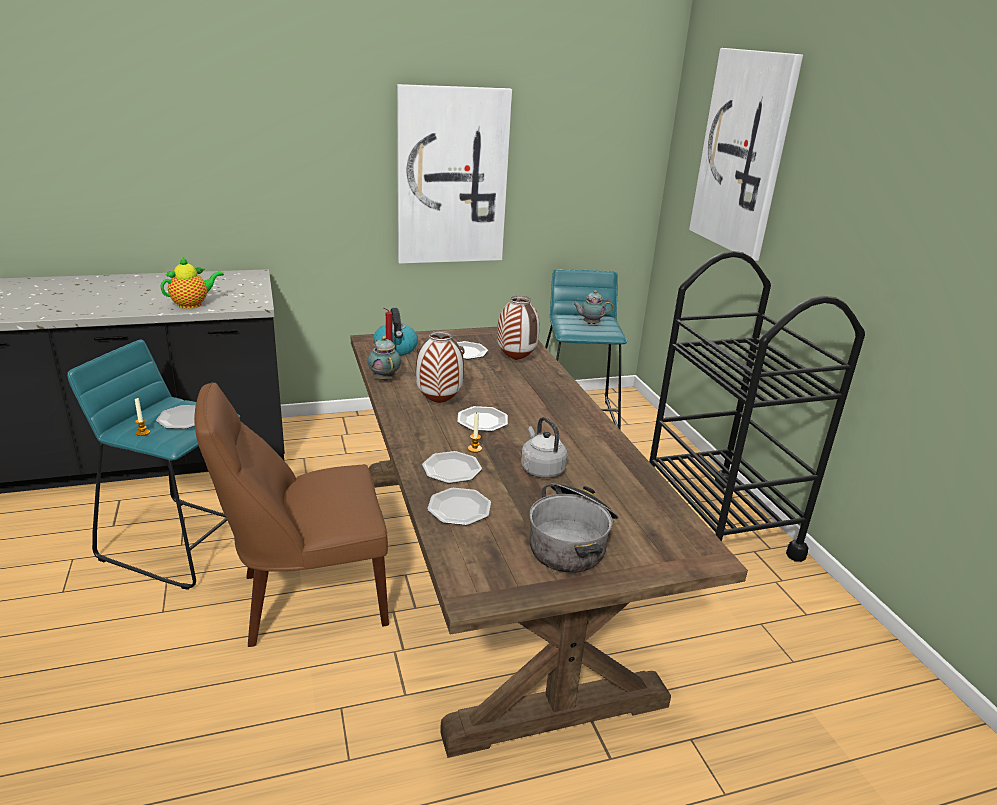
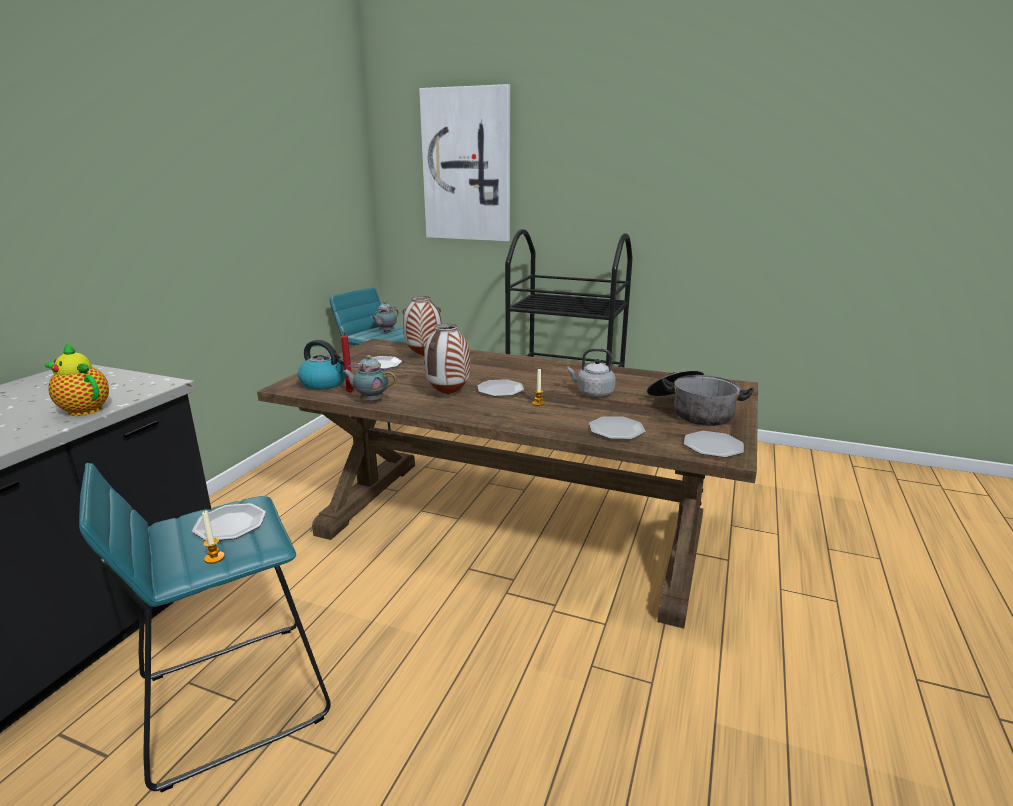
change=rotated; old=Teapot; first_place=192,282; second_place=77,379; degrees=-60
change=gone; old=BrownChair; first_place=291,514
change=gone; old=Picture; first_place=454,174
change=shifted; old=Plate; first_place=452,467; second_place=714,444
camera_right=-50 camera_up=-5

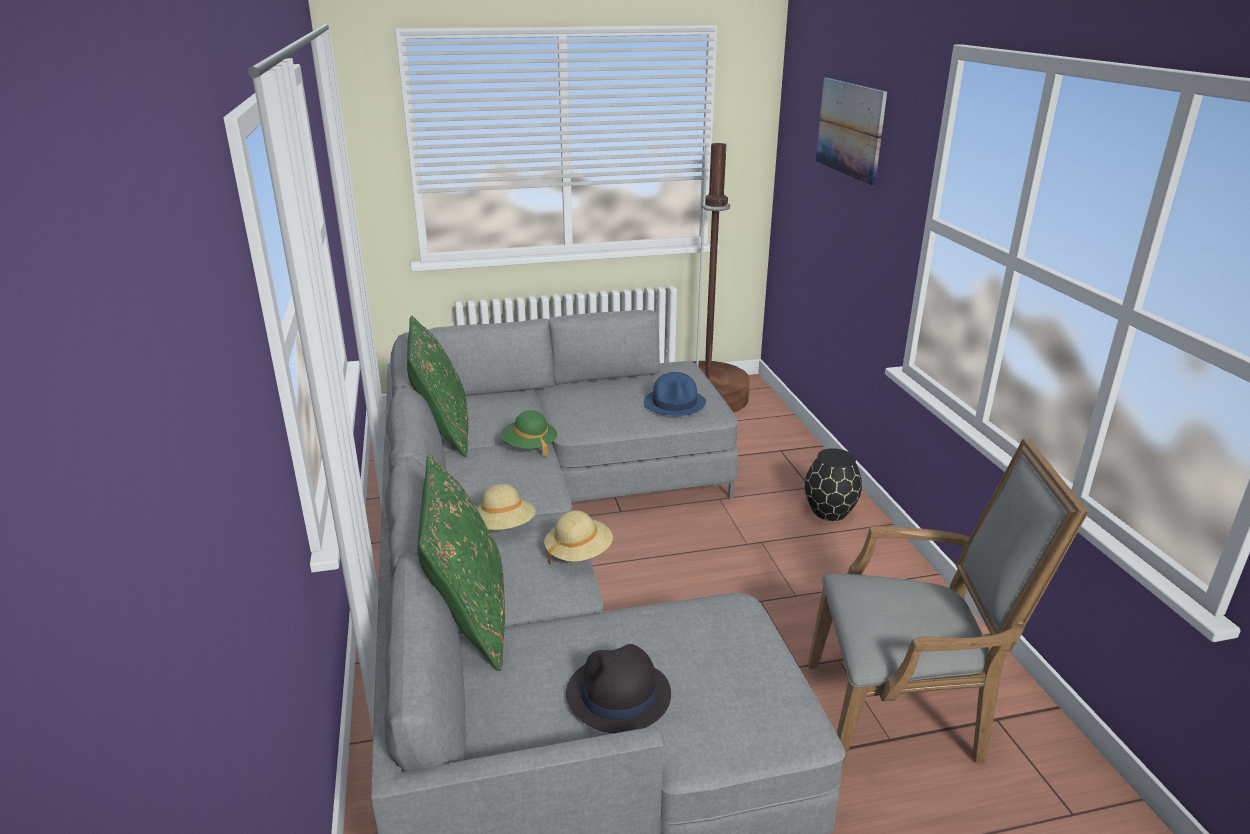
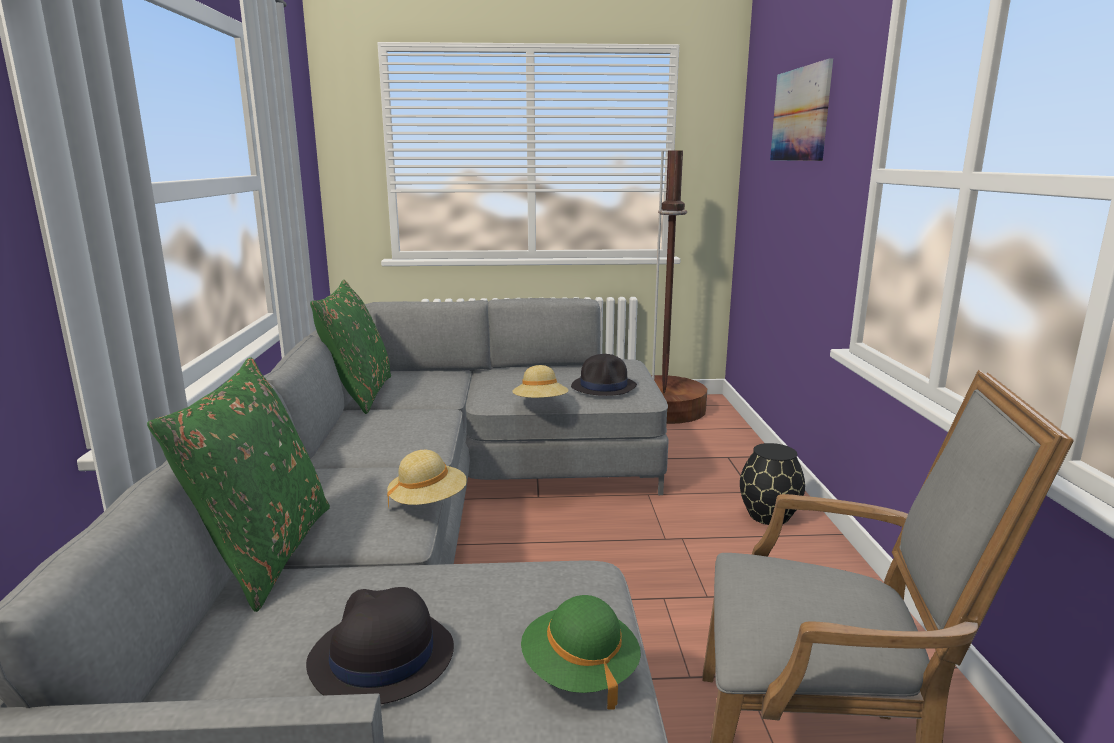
change=shifted; old=BeigeHat; first_place=505,507; second_place=540,381
change=shifted; old=GreenHat; first_place=529,433; second_place=581,652
change=repainted; old=BlueHat; new=BlackHat; first_place=675,394; second_place=604,375
camera_right=10 camera_up=-10

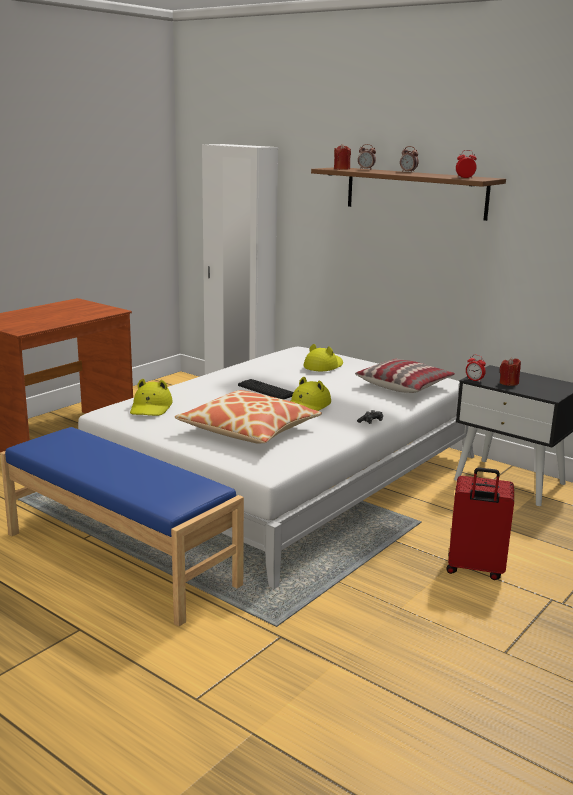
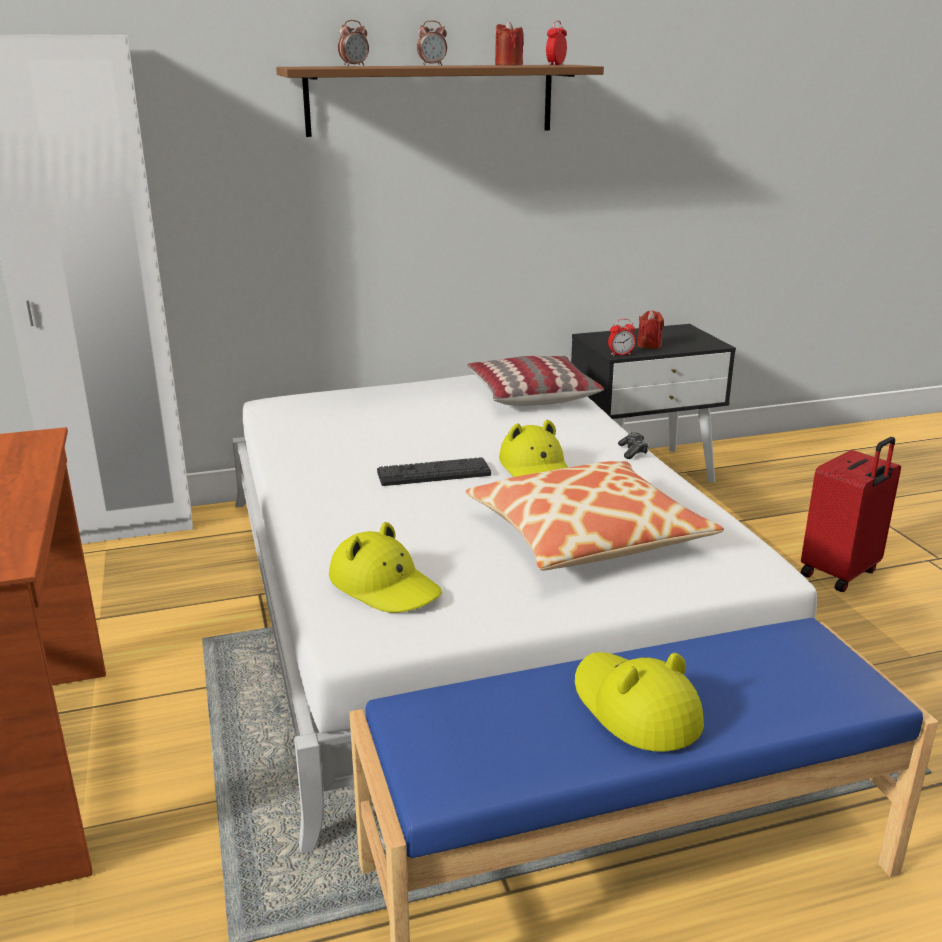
change=shifted; old=YellowHat; first_place=323,357; second_place=639,702
change=shifted; old=RedCandle; first_place=342,157; second_place=509,43
camera_right=-55 camera_up=5

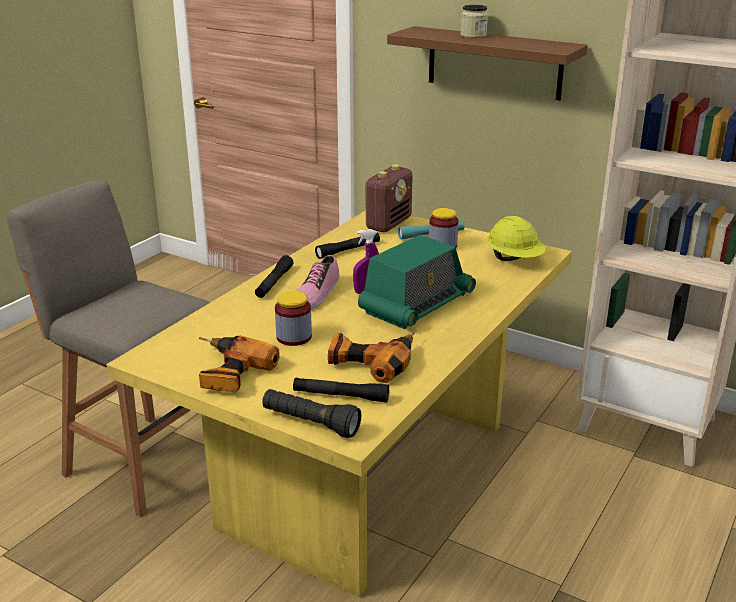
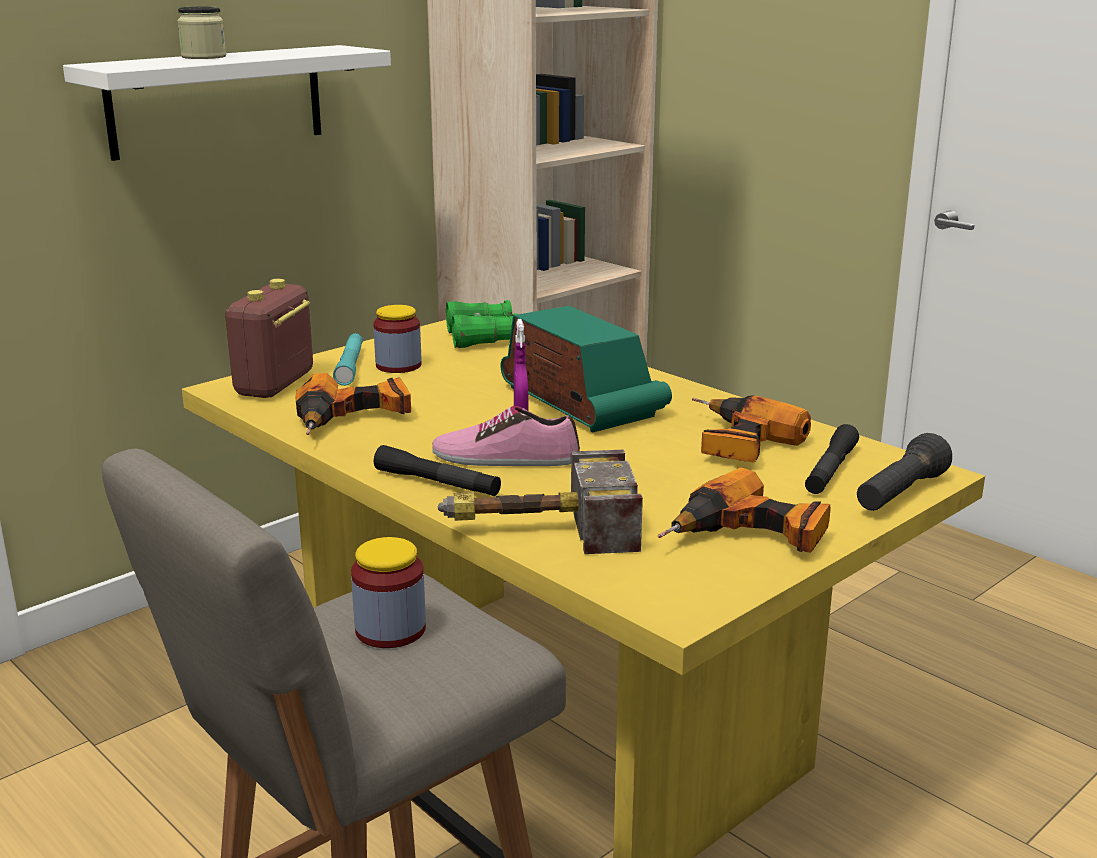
change=shifted; old=Jar; first_place=293,318; second_place=388,592
change=rotated; old=Shoe; first_place=318,282; second_place=506,436; degrees=150
change=swapped; old=BlackFlashlight; new=PowerDrill; first_place=347,246; second_place=353,404
change=rotated; old=Radio; first_place=389,198; second_place=269,338; degrees=-120
change=repainted; old=BrownShelf; new=WhiteShelf; first_place=487,63; second_place=227,103
change=swapped; old=YellowHardHat; new=GreenBinoculars; first_place=516,238; second_place=481,324
change=new; new=Hammer; second_place=540,502
camera_right=-75 camera_up=-5

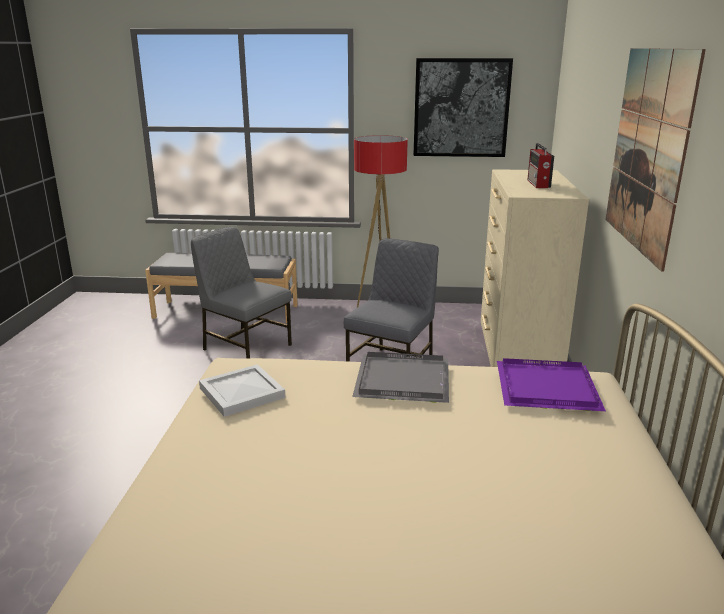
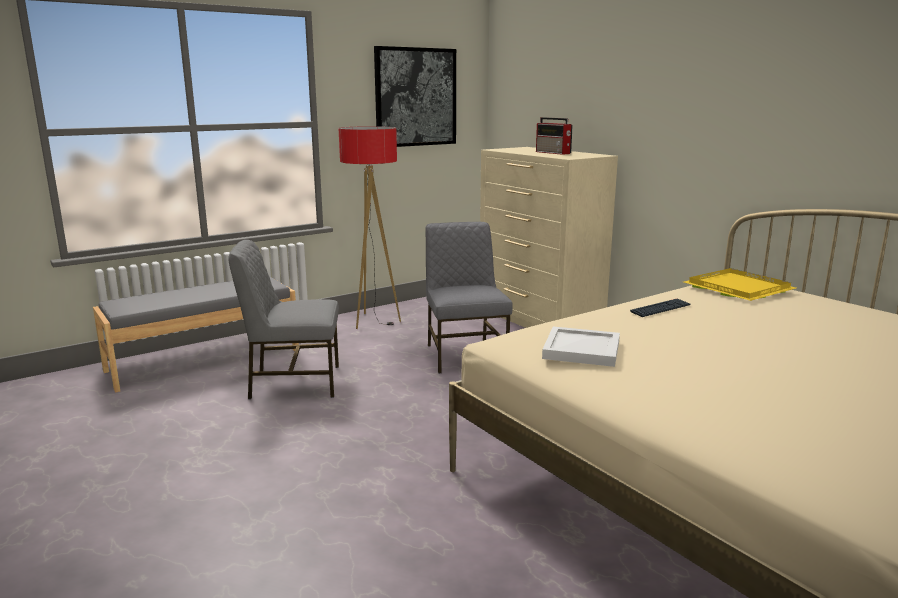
change=swapped; old=GreyTray; new=Keyboard; first_place=400,377; second_place=660,307
change=repainted; old=PurpleTray; new=YellowTray; first_place=551,384; second_place=740,284
change=gone; old=Picture; first_place=655,160
camera_right=-40 camera_up=-5

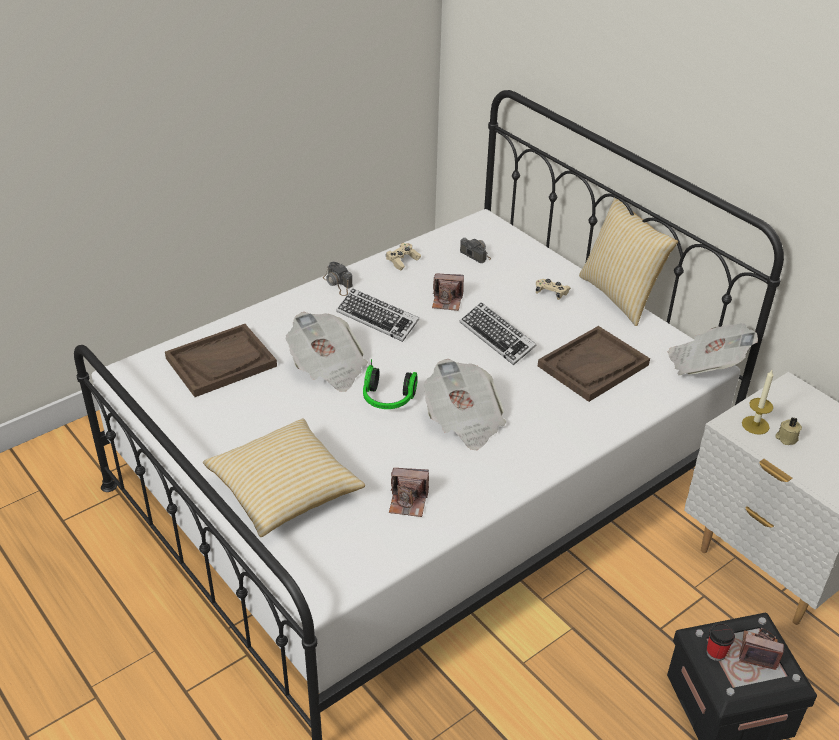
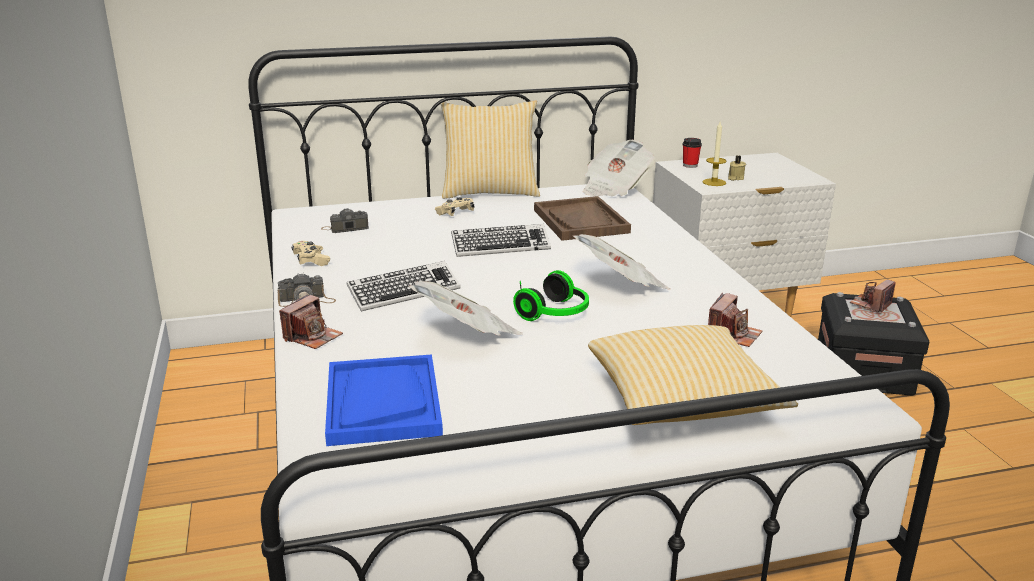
change=repainted; old=BrownTray; new=BlueTray; first_place=221,360; second_place=384,400
change=shifted; old=PhotoCamera; first_place=448,292; second_place=311,321
change=shifted; old=Cup; first_place=721,641; second_place=692,153
camera_right=-65 camera_up=-15

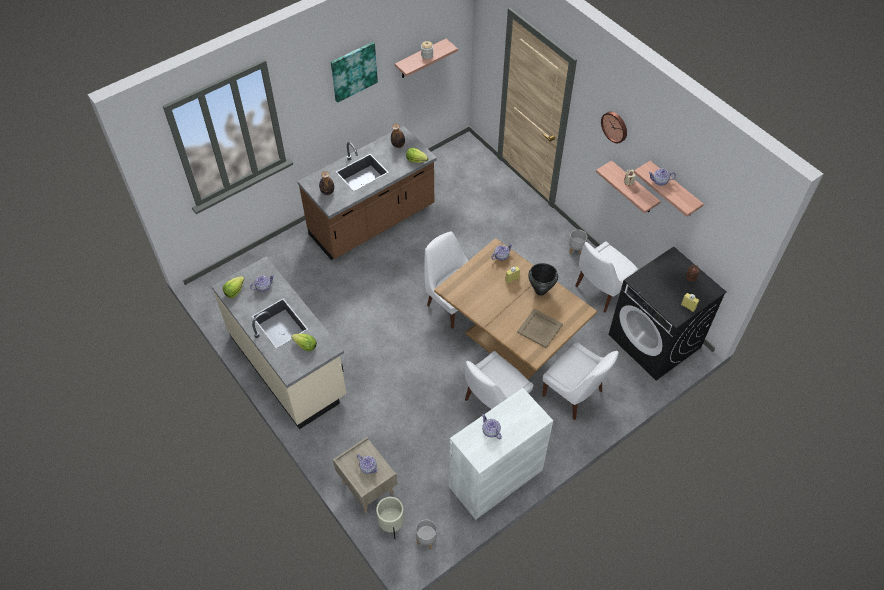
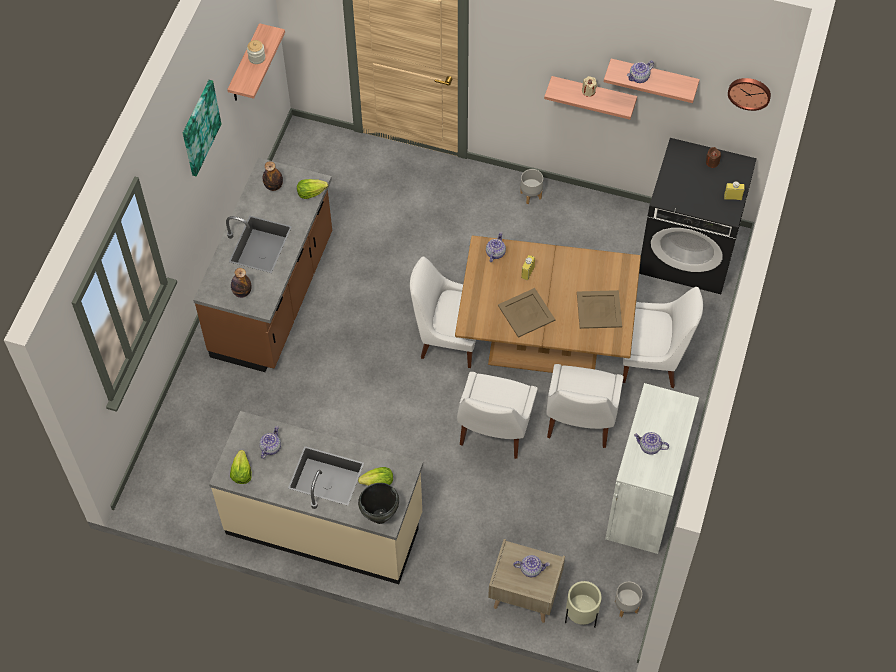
change=shifted; old=BlackCookingPot; first_place=543,279; second_place=378,503
change=shifted; old=WhiteChair; first_place=607,277; second_place=497,415
change=shifted; old=WallClock; first_place=614,127; second_place=749,94
change=new; new=BeigeTray; second_place=526,313
camera_right=-35 camera_up=5

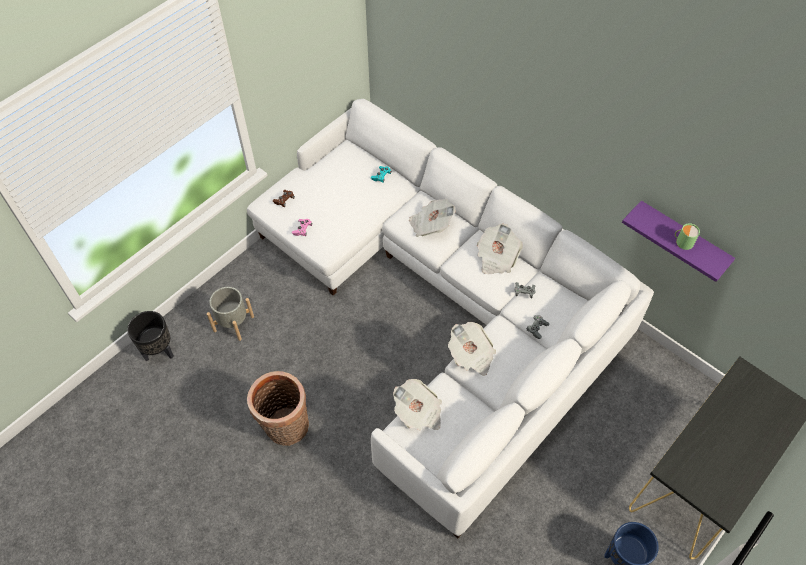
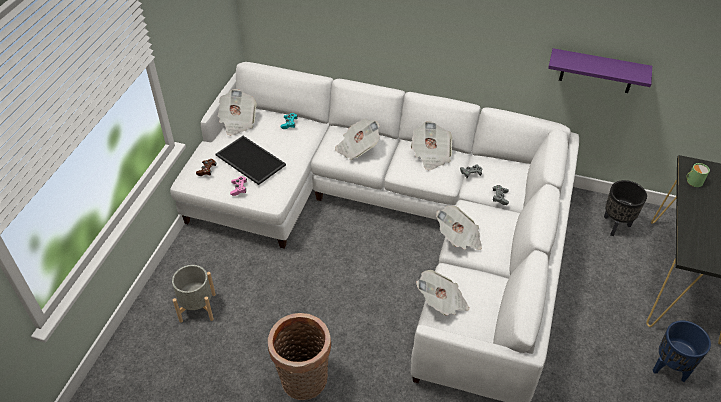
change=shifted; old=BlackPlanter; first_place=150,336; second_place=625,208
change=shifted; old=GreenMug; first_place=687,236; second_place=698,175
change=new; new=Tray; second_place=251,160
change=new; new=Newspaper; second_place=237,112
camera_right=-25 camera_up=-10

